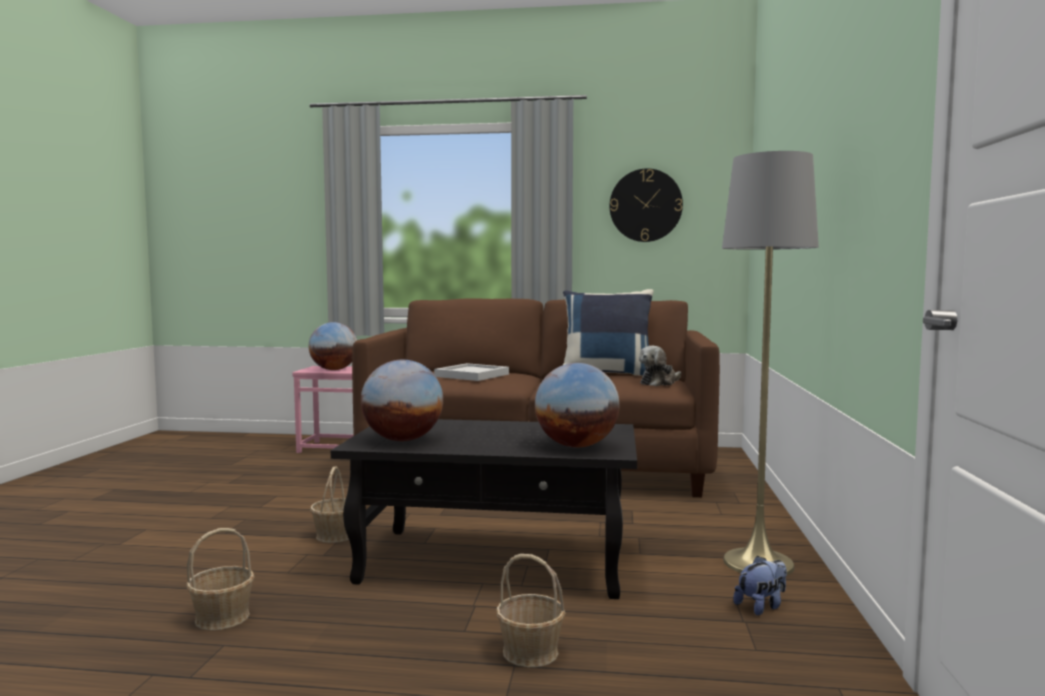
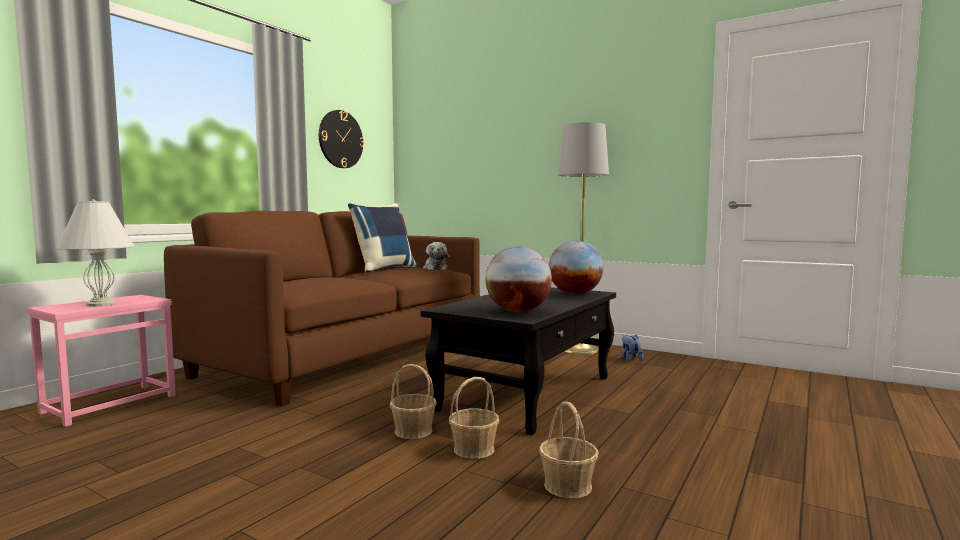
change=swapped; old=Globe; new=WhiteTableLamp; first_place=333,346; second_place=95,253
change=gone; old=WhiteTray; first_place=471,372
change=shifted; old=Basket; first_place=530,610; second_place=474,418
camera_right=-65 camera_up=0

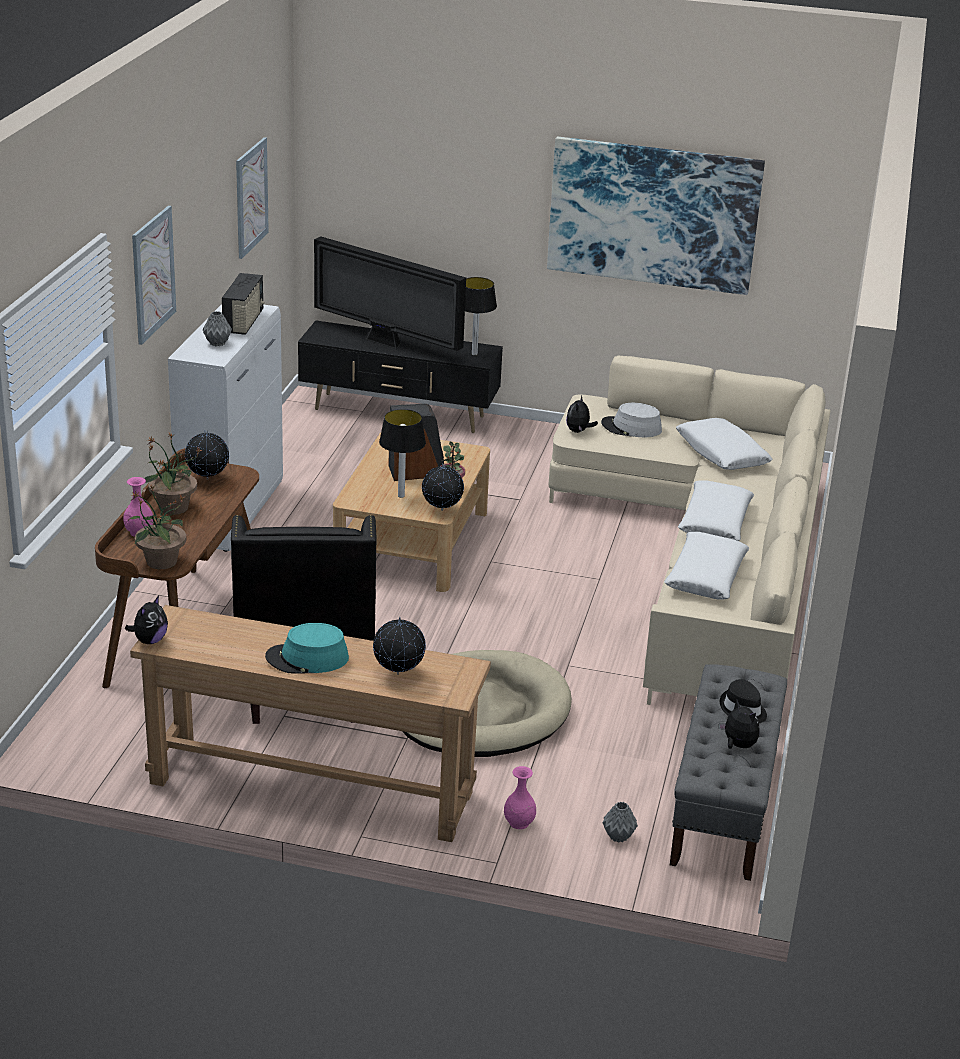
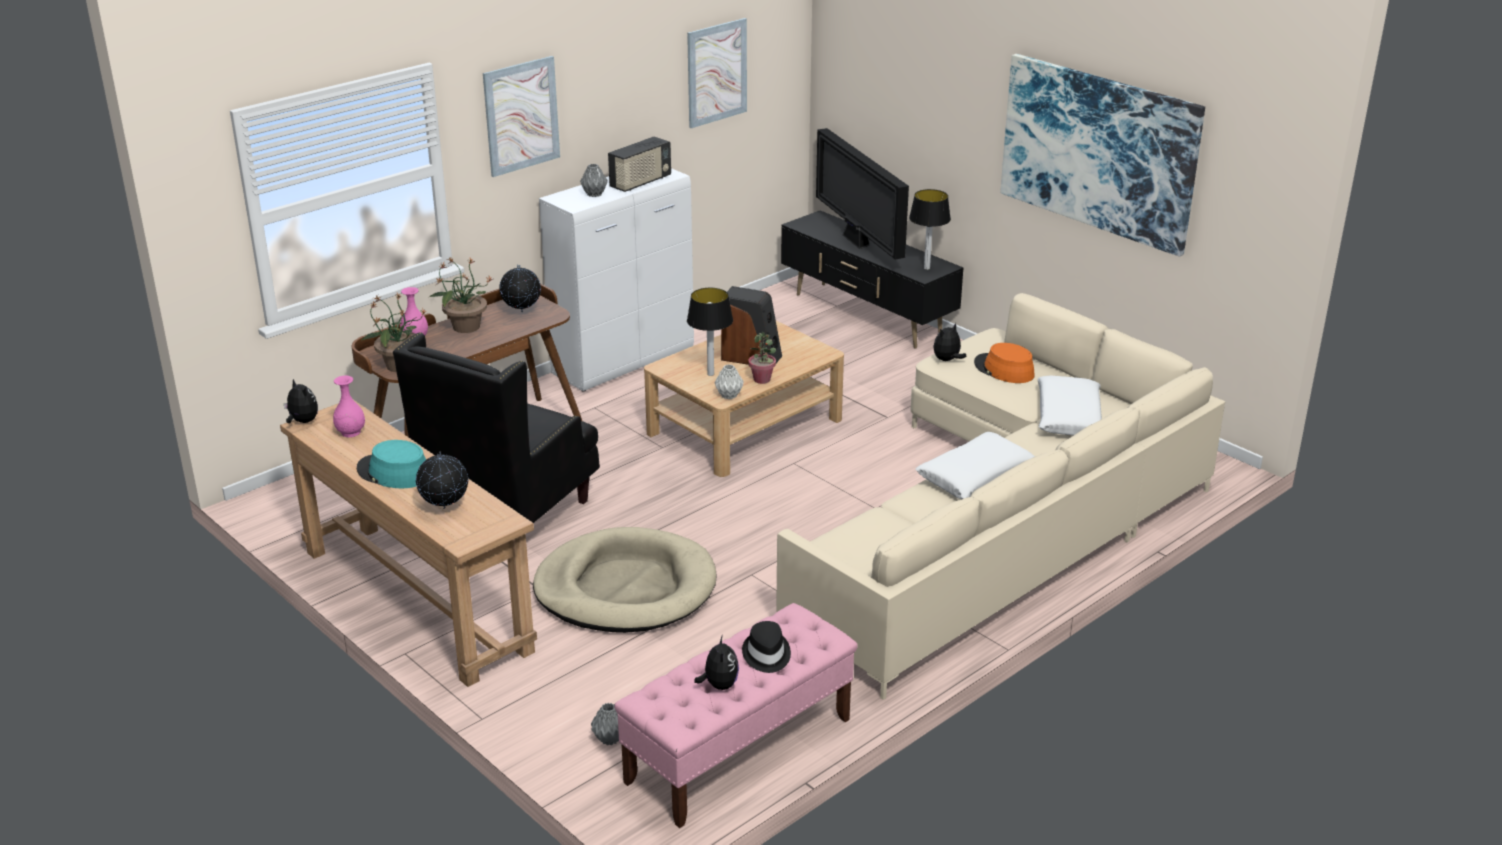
change=rotated; old=PlushToy; first_place=146,620; second_place=301,401; degrees=-105
change=swapped; old=Globe; new=GreyVase; first_place=443,487; second_place=729,381
change=shifted; old=PinkVase; first_place=520,797; second_place=349,406
change=repainted; old=GreyHat; new=OrangeHat; first_place=631,420; second_place=1004,363
change=gone; old=WhitePillow; first_place=706,565
change=repainted; old=GreyBench; new=PinkBench; first_place=728,772; second_place=736,715
camera_right=35 camera_up=0

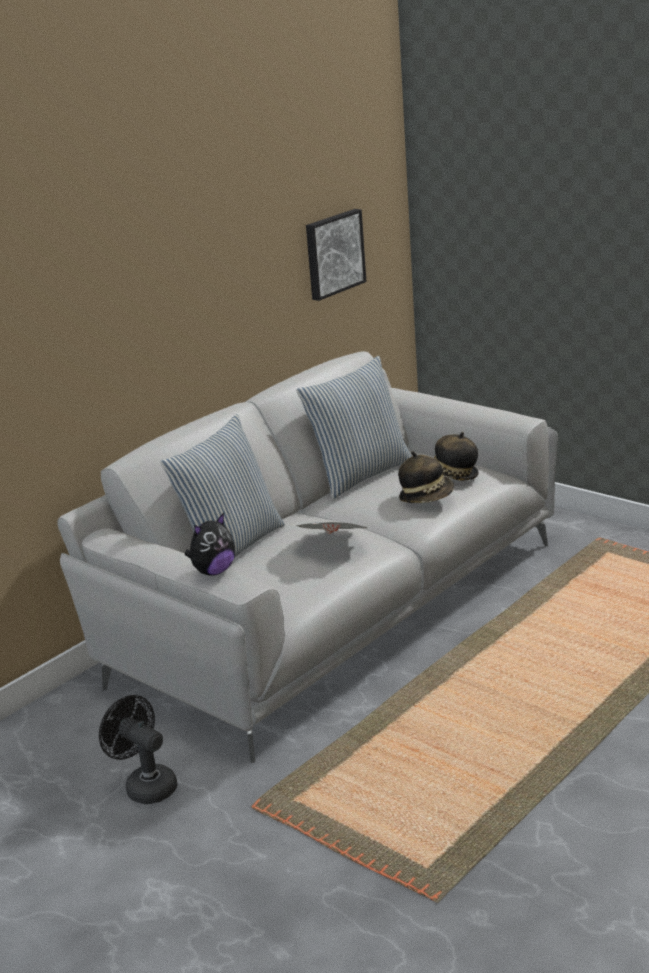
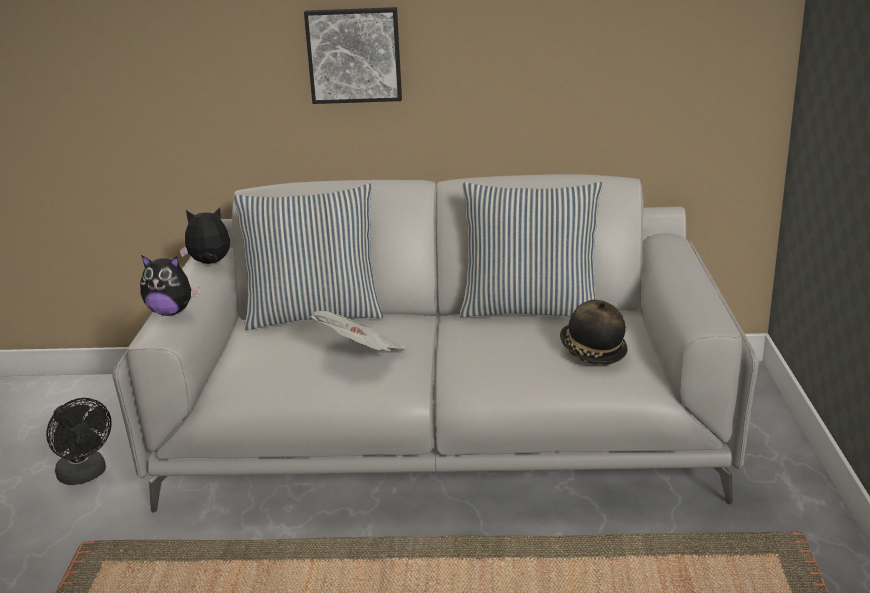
change=rotated; old=BlackFan; first_place=138,749; second_place=79,441; degrees=135
change=shifted; old=Picture; first_place=336,255; second_place=353,55
change=gone; old=Hat; first_place=426,477
change=new; new=PlushToy; second_place=205,236
camera_right=50 camera_up=0

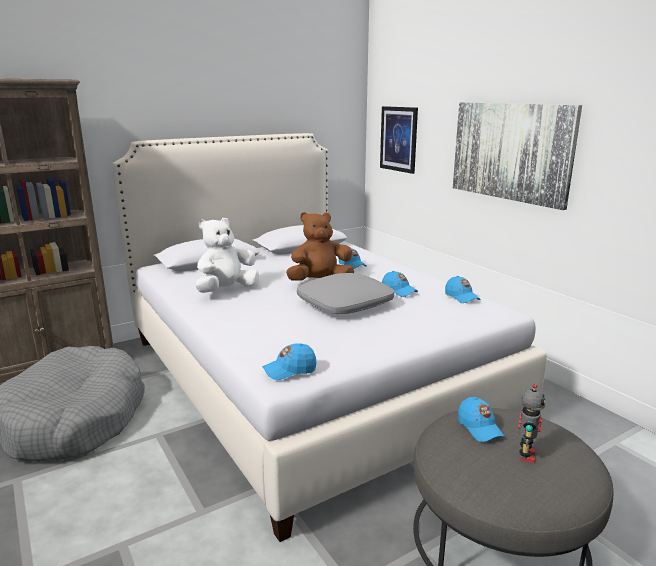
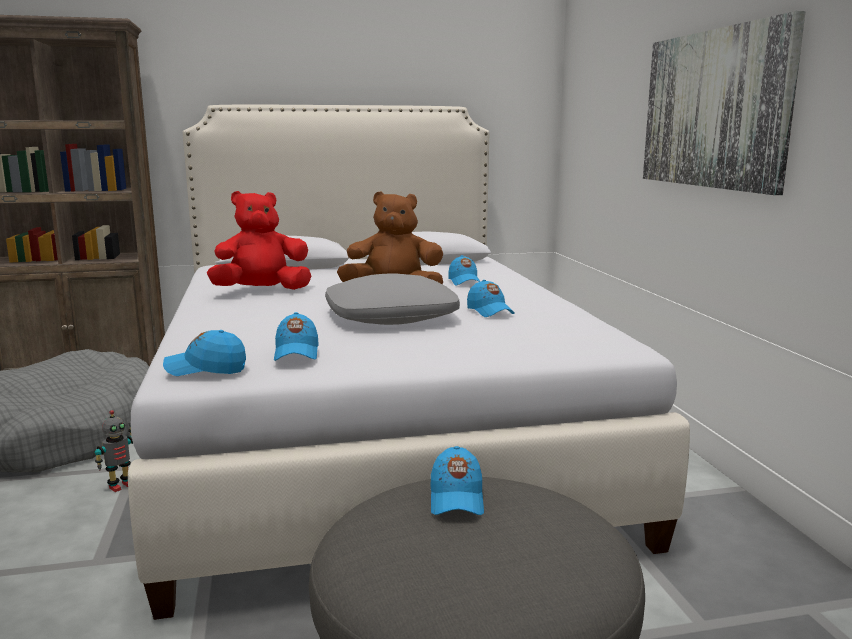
change=repainted; old=WhitePlushToy; new=RedPlushToy; first_place=227,255; second_place=259,240
change=gone; old=Picture; first_place=399,140
change=shifted; old=BlueCap; first_place=463,289; second_place=296,336
change=shifted; old=ToyRobot; first_place=532,423; second_place=114,451
camera_right=20 camera_up=-5

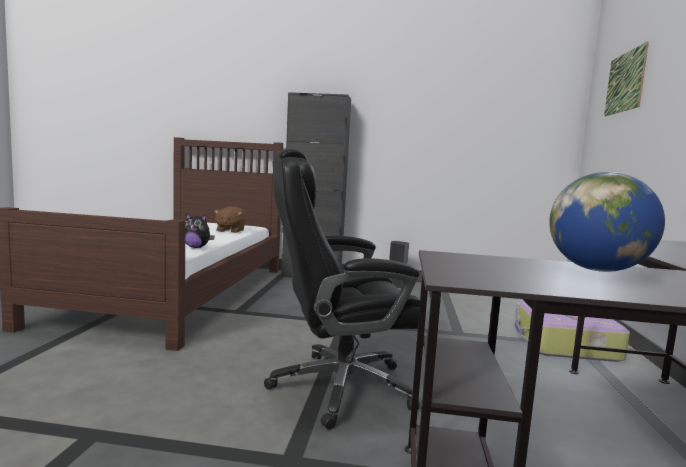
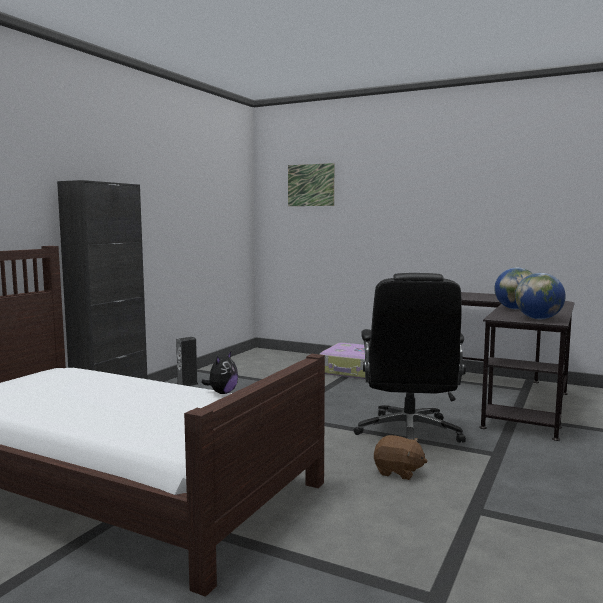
change=shifted; old=BrownPlushToy; first_place=230,219; second_place=401,457
change=new; new=Globe; second_place=540,296
camera_right=-70 camera_up=0

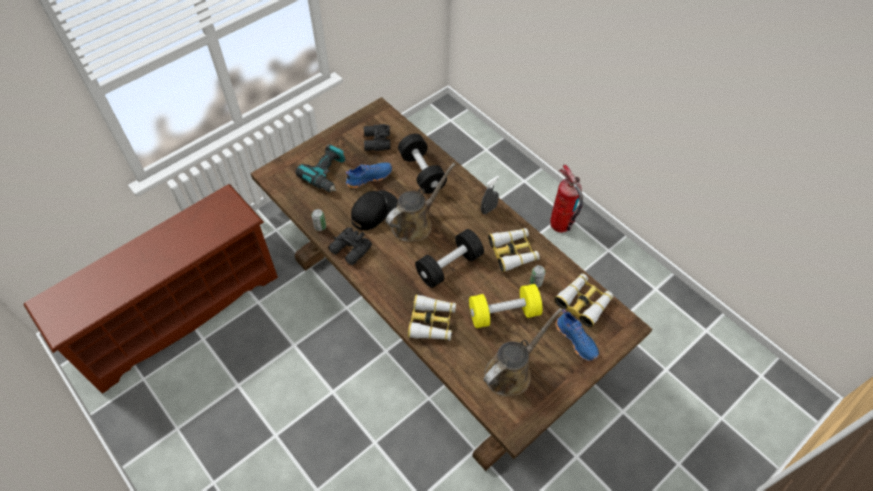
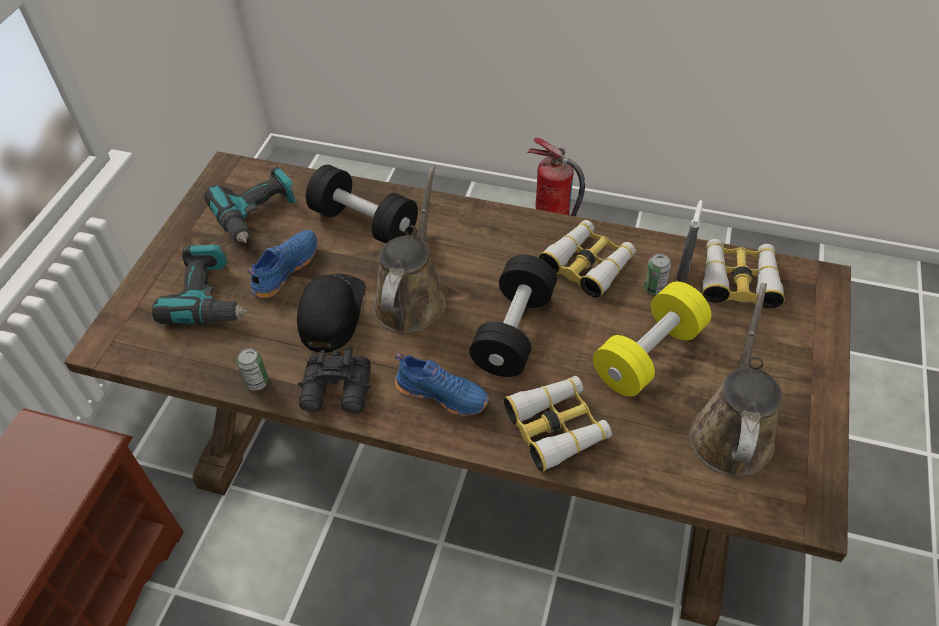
change=swapped; old=BlackBinoculars; new=PowerDrill; first_place=377,137; second_place=250,204
change=shifted; old=GreySprayBottle; first_place=490,195; second_place=689,241
change=shifted; old=BlueShoe; first_place=577,335; second_place=442,384
camera_right=-30 camera_up=-5

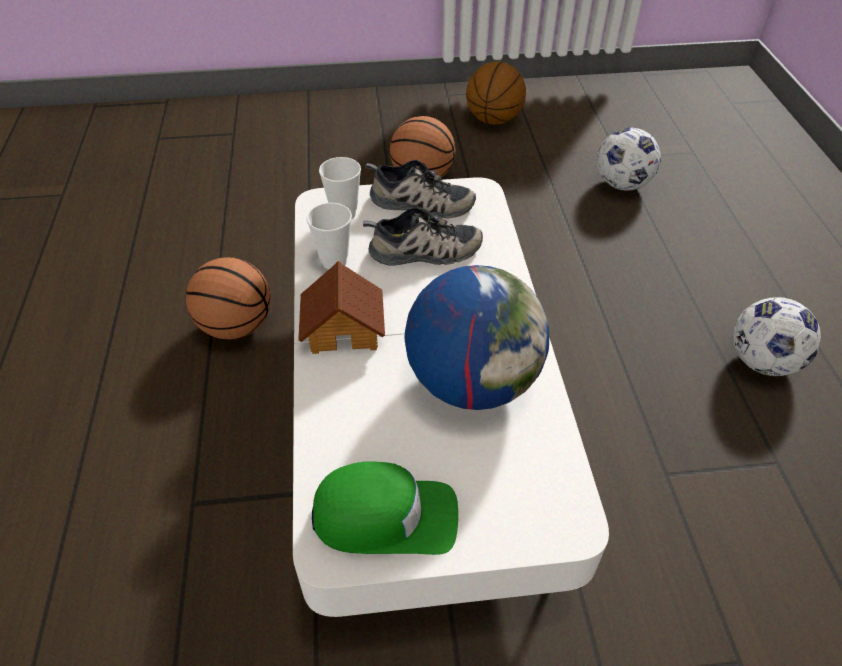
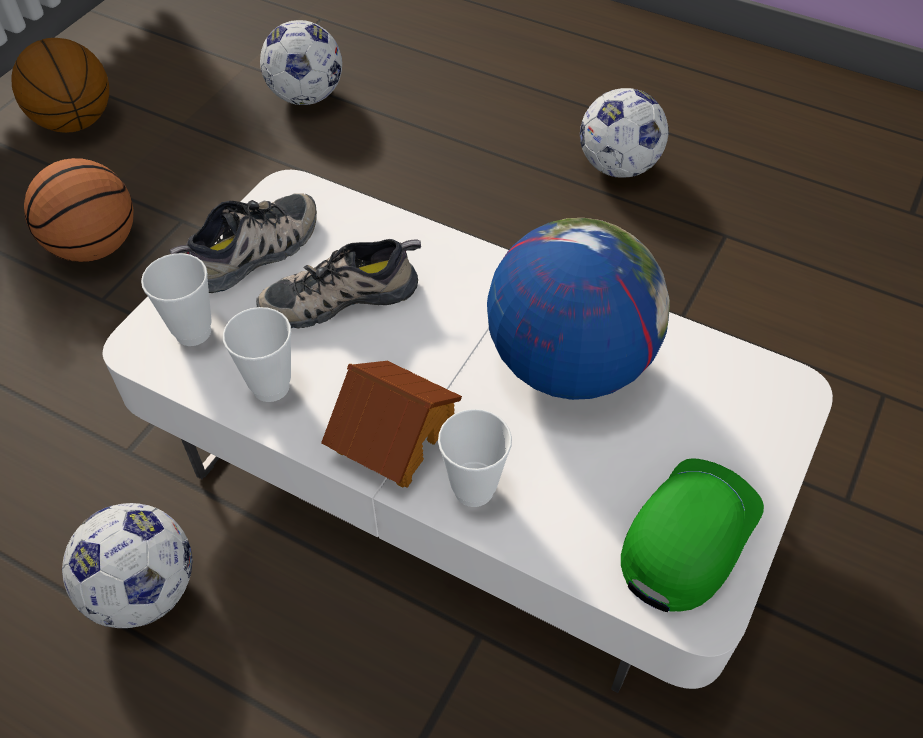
change=swapped; old=Basketball; new=Football; first_place=228,298; second_place=127,565
change=rotated; old=Shoe; first_place=423,236; second_place=338,283; degrees=-135
change=new; new=Cup; second_place=475,458
camera_right=-55 camera_up=5

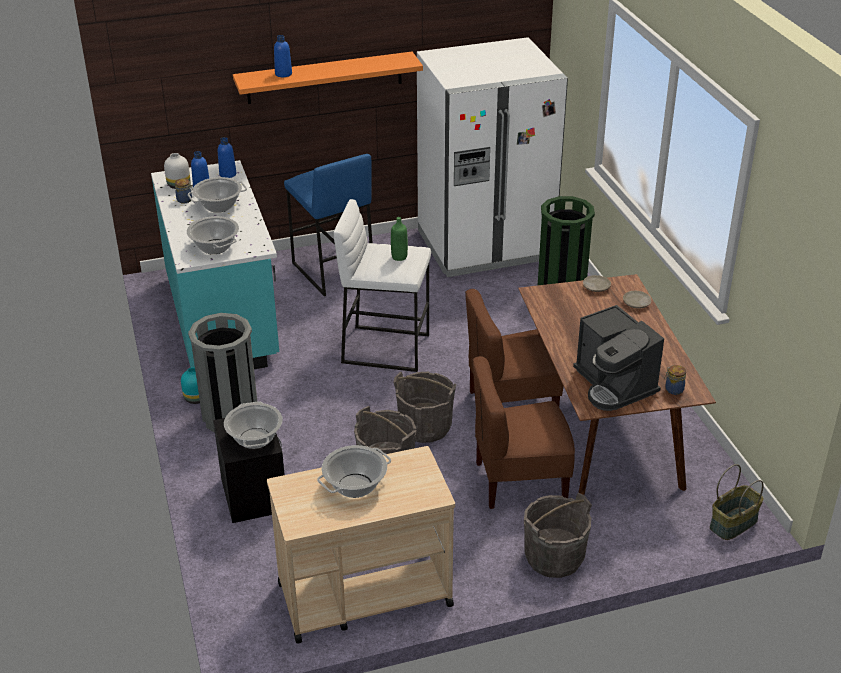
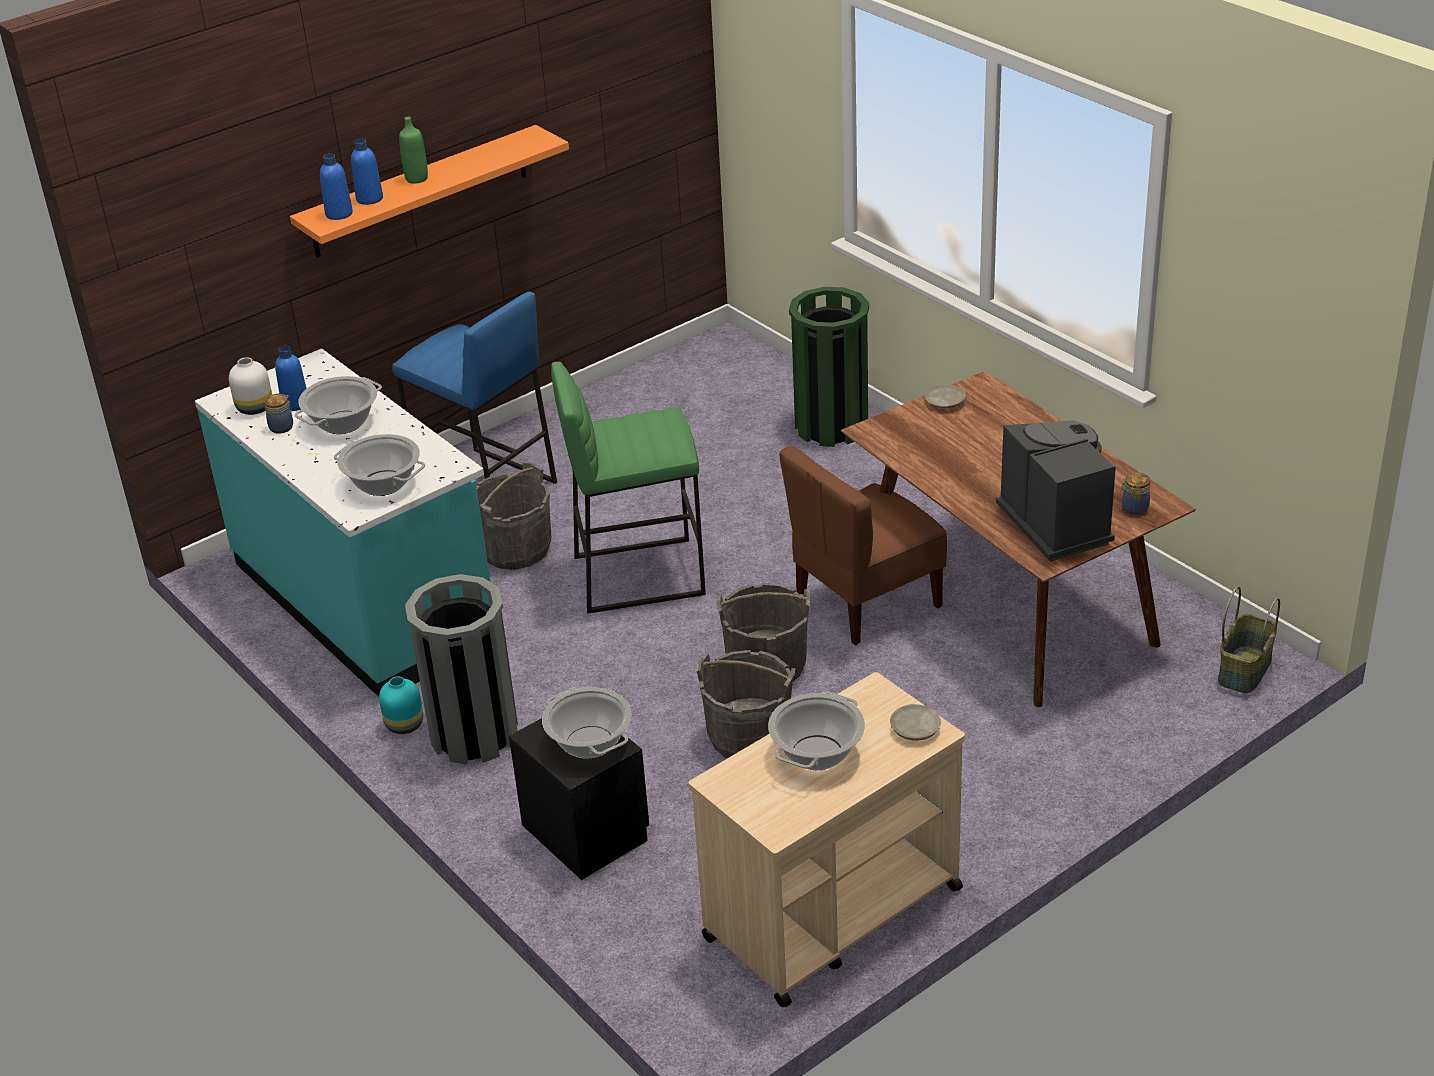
change=shifted; old=BlueBottle; first_place=227,157; second_place=336,186
change=repainted; old=WhiteStool; new=GreenStool; first_place=382,285; second_place=628,488
change=shifted; old=GreenBottle; first_place=399,239; second_place=413,150
change=gone; old=WhiteFridge; first_place=492,157
change=gone; old=BrownChair; first_place=524,432
change=shifted; old=GreyBucket; first_place=558,535; second_place=514,516
change=rotated; old=CoffeeMachine; first_place=618,358; second_place=1056,491; degrees=-150
change=shifted; old=BeigePlate; first_place=637,299; second_place=915,722
camera_right=-20 camera_up=0

